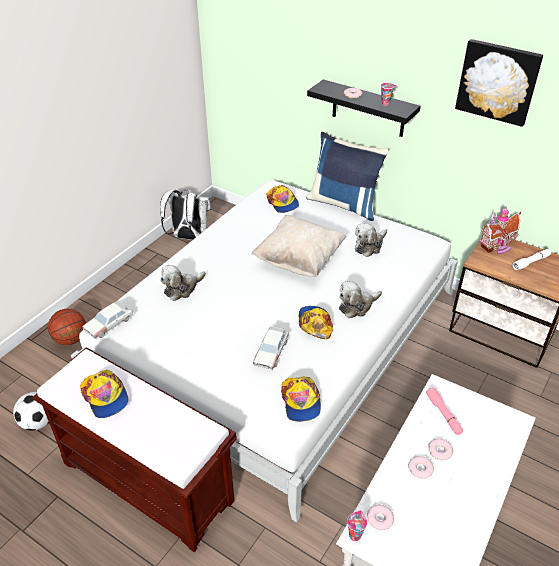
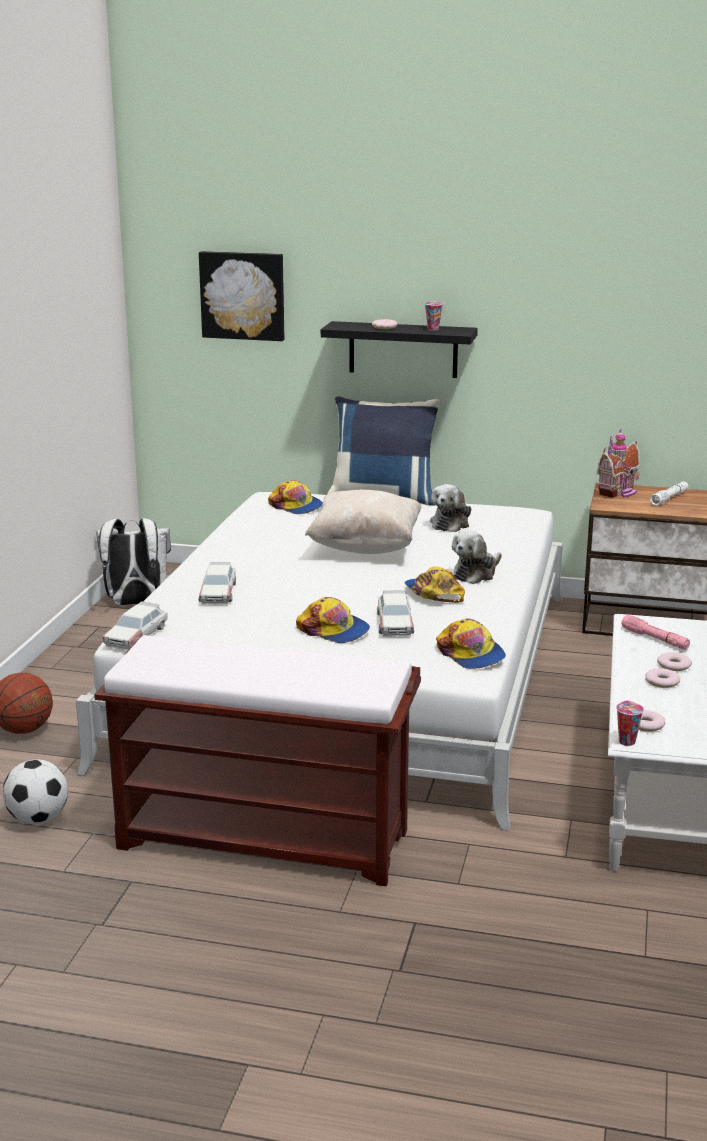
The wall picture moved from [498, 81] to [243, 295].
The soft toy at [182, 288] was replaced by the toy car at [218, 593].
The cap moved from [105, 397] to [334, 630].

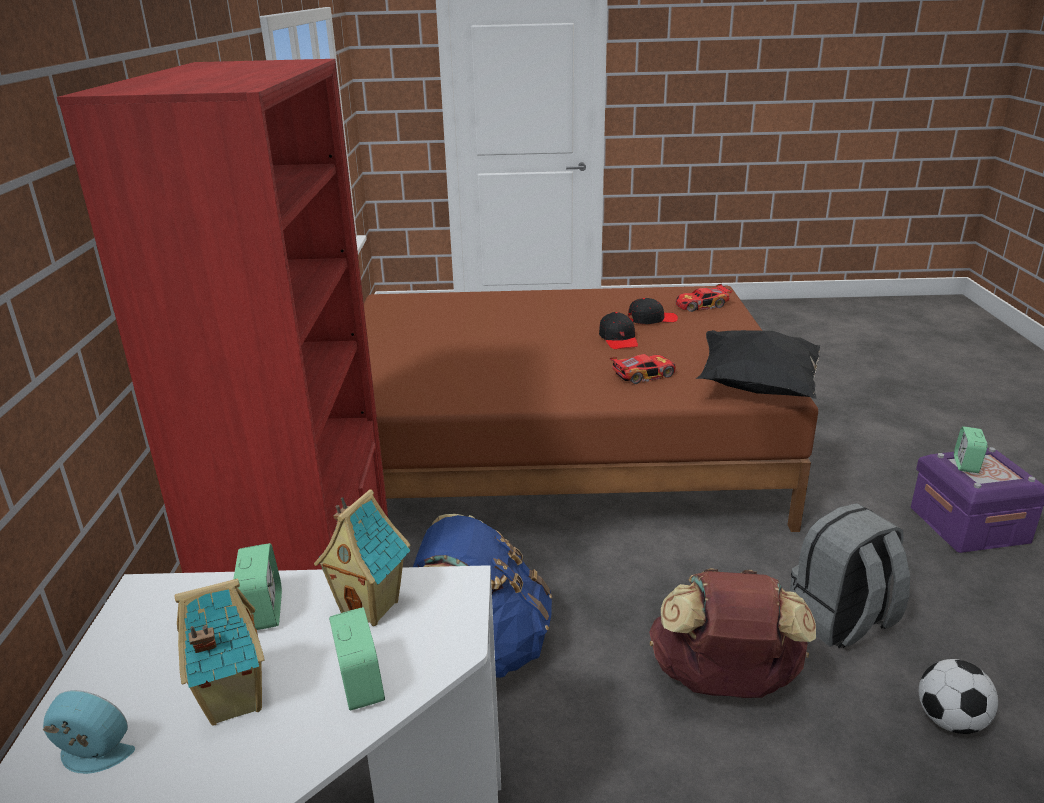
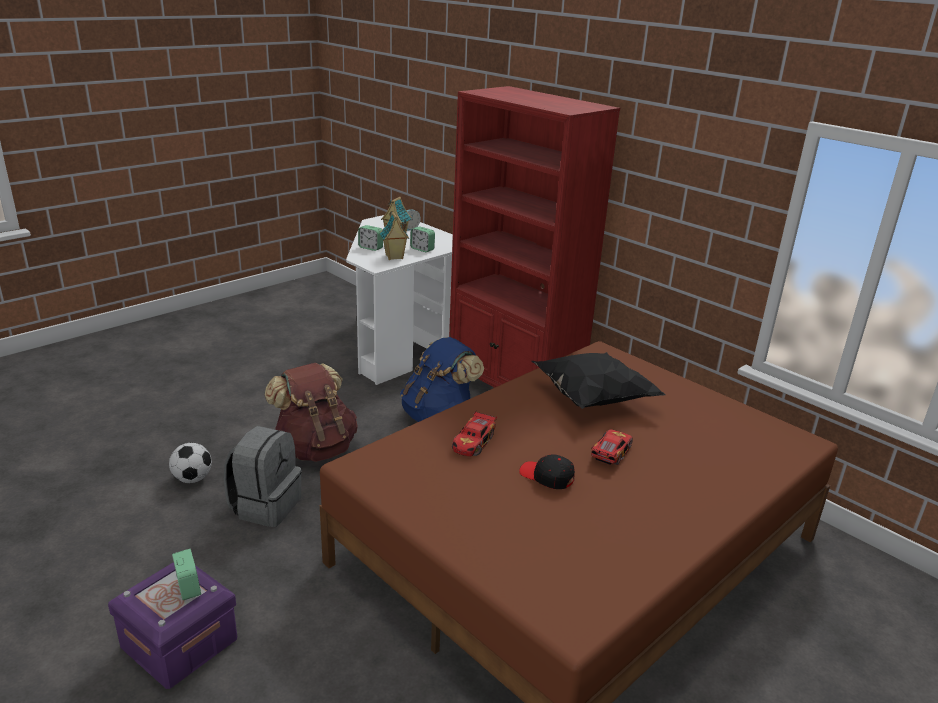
The toy car moved from [702, 306] to [610, 452].
The cap in black-coloured at [651, 319] disappeared.
The pillow in black-coloured moved from [756, 390] to [591, 399].

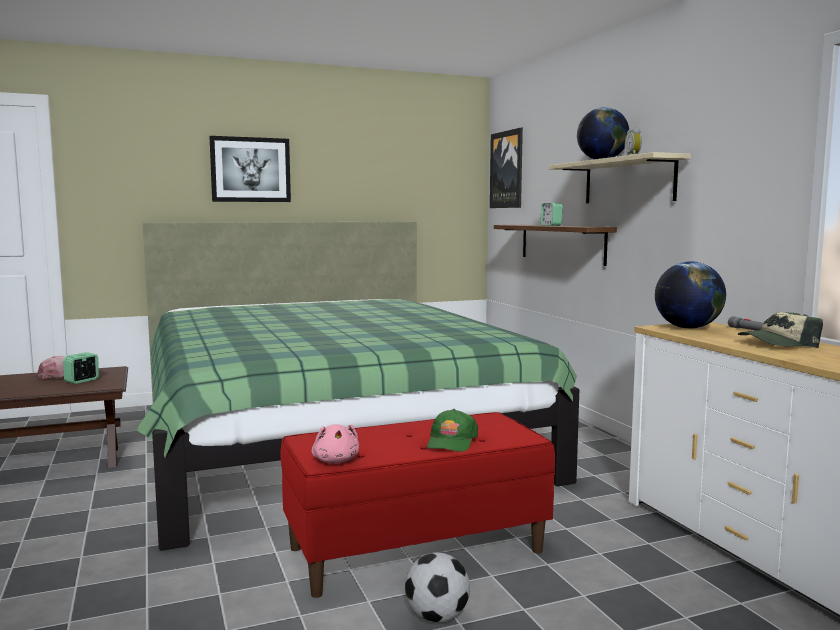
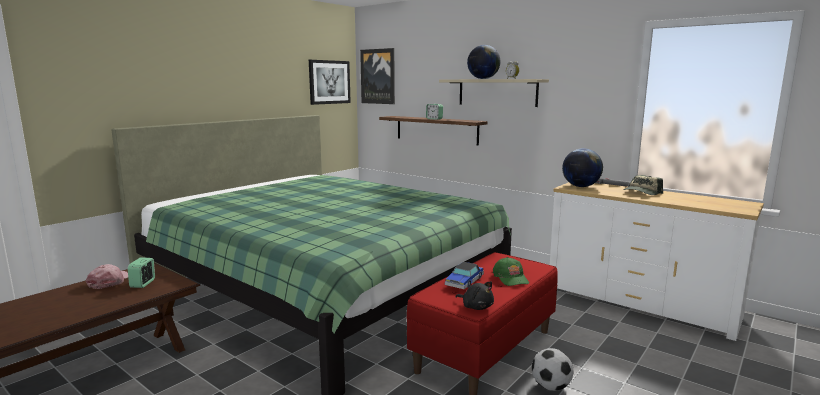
The wall picture moved from [250, 169] to [329, 82].
The soft toy in pink at [336, 460] became the soft toy in black-coloured at [476, 307].
The toy car at [464, 281] appeared.

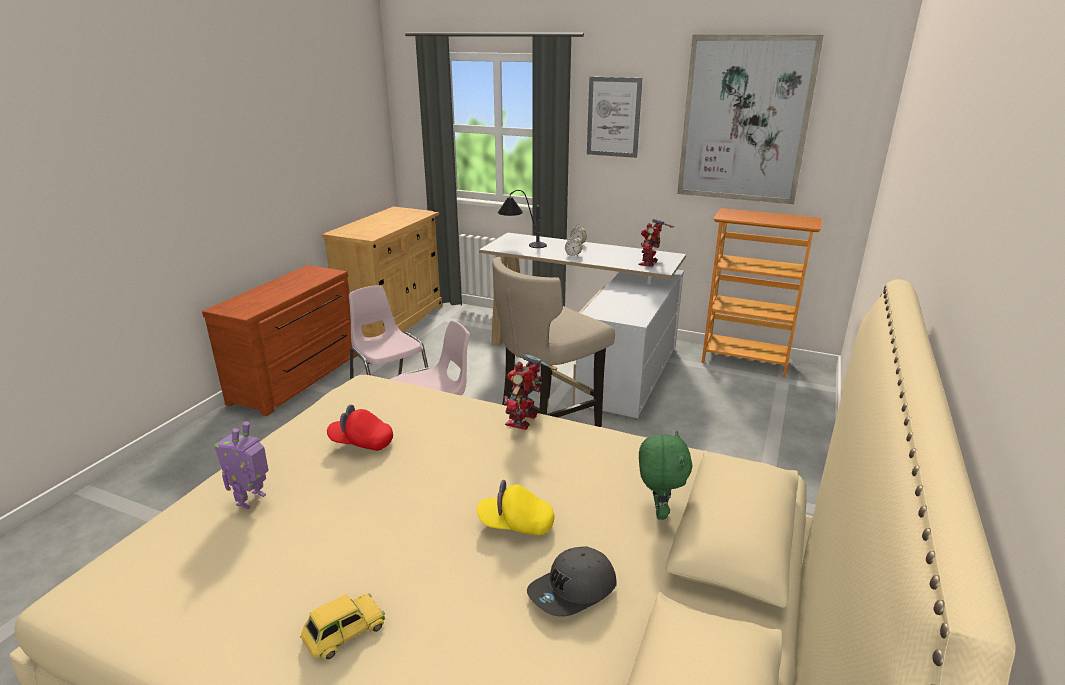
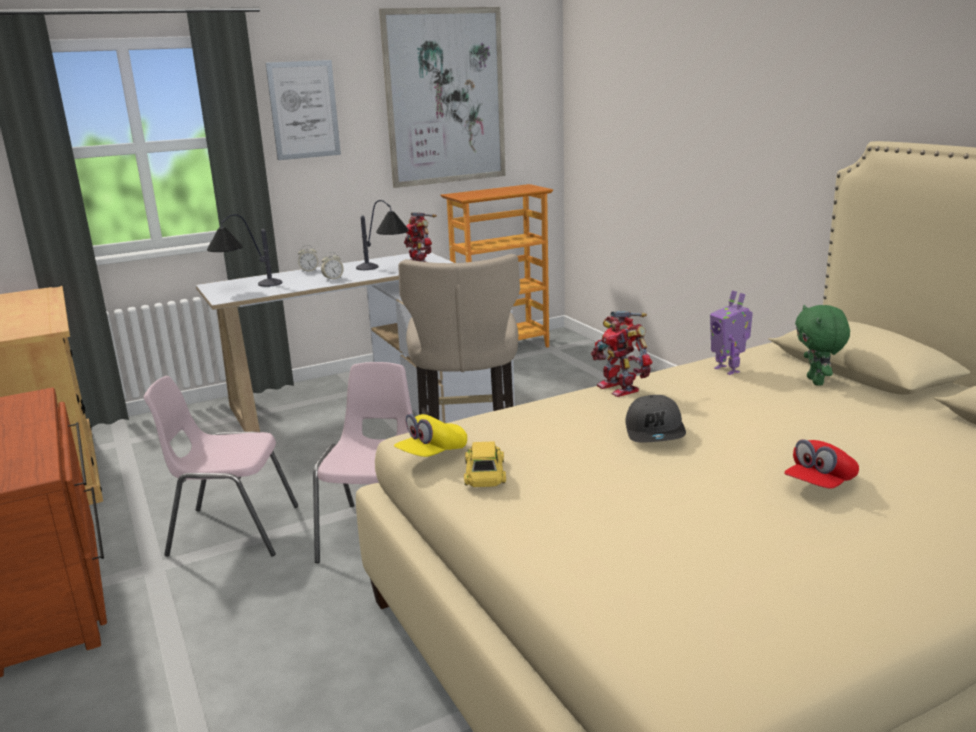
The cap in red moved from [361, 442] to [820, 484].
The model robot moved from [252, 500] to [728, 370].
The soft toy in green at [658, 511] turned 135 degrees counterclockwise.
The cap in yellowish moved from [516, 524] to [432, 454].
The cap in gray moved from [573, 591] to [655, 432].
The toy car in yellowish moved from [343, 631] to [485, 473].
The table lamp at [385, 269] appeared.

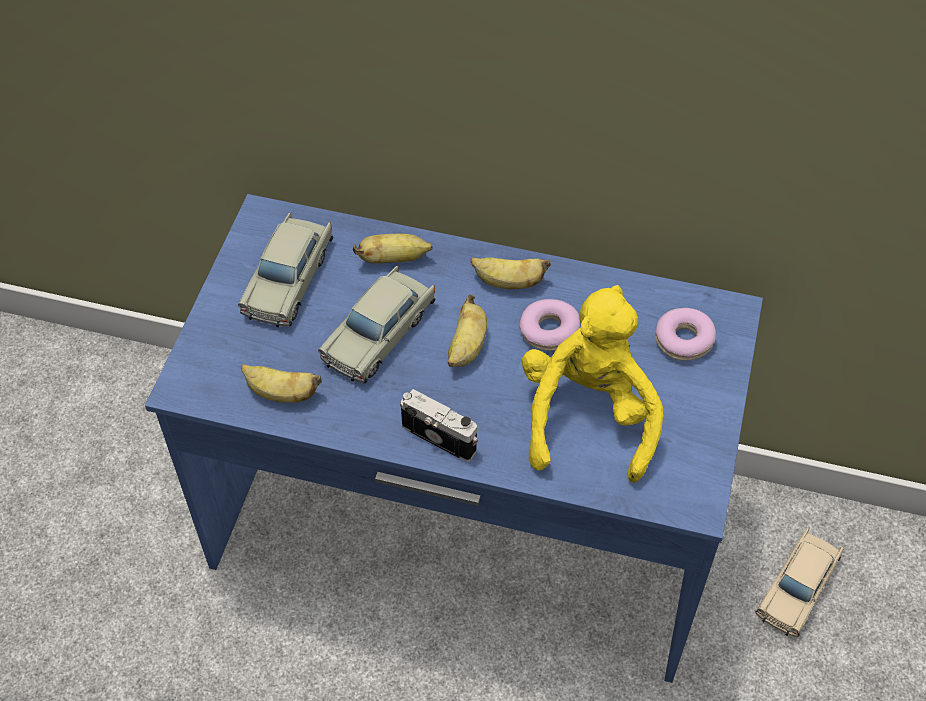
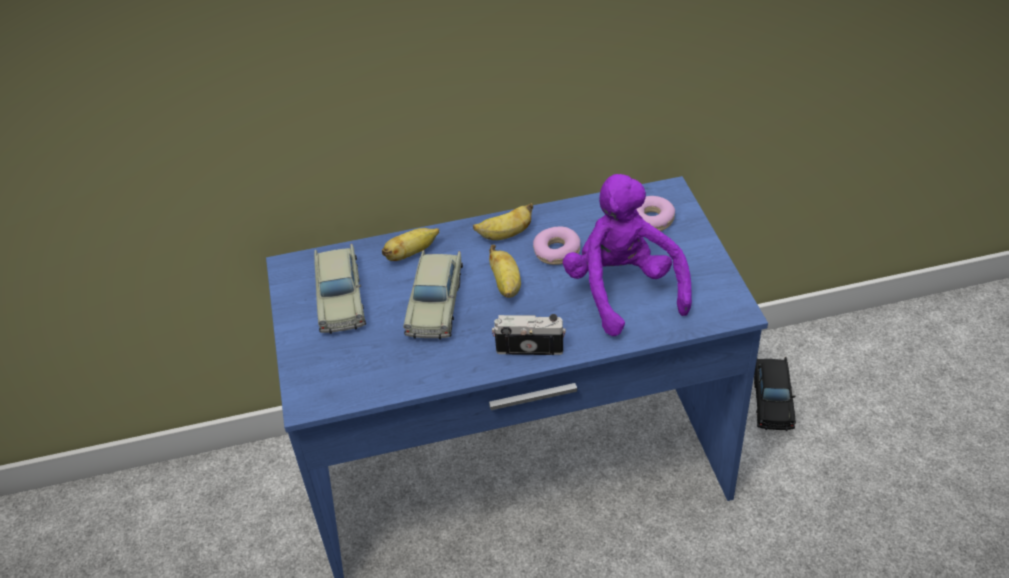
The soft toy in yellowish at [588, 415] became the soft toy in purple-coloured at [623, 290].
The banana fruit at [281, 393] disappeared.
The toy car in beige at [797, 588] became the toy car in black-coloured at [772, 399].

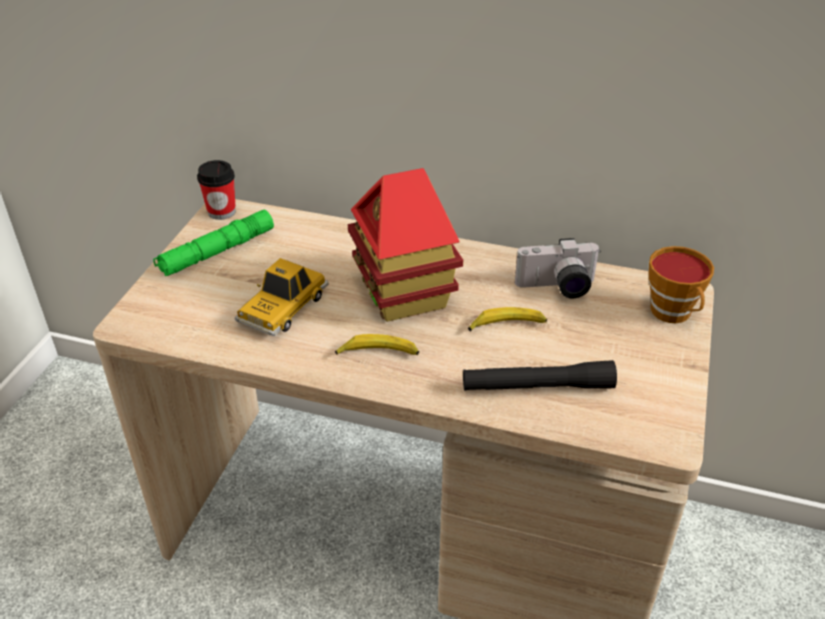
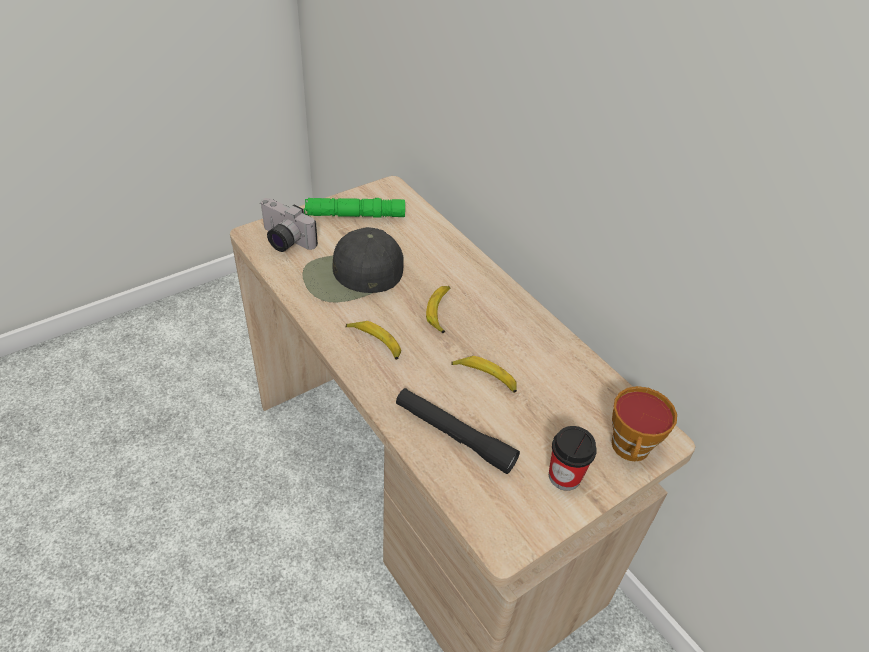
The small cup moved from [221, 212] to [564, 476].
The miniature house at [404, 294] was replaced by the banana fruit at [440, 312].
The still camera moved from [557, 288] to [283, 241].
The toy car at [283, 308] was replaced by the cap in black-coloured at [352, 276].

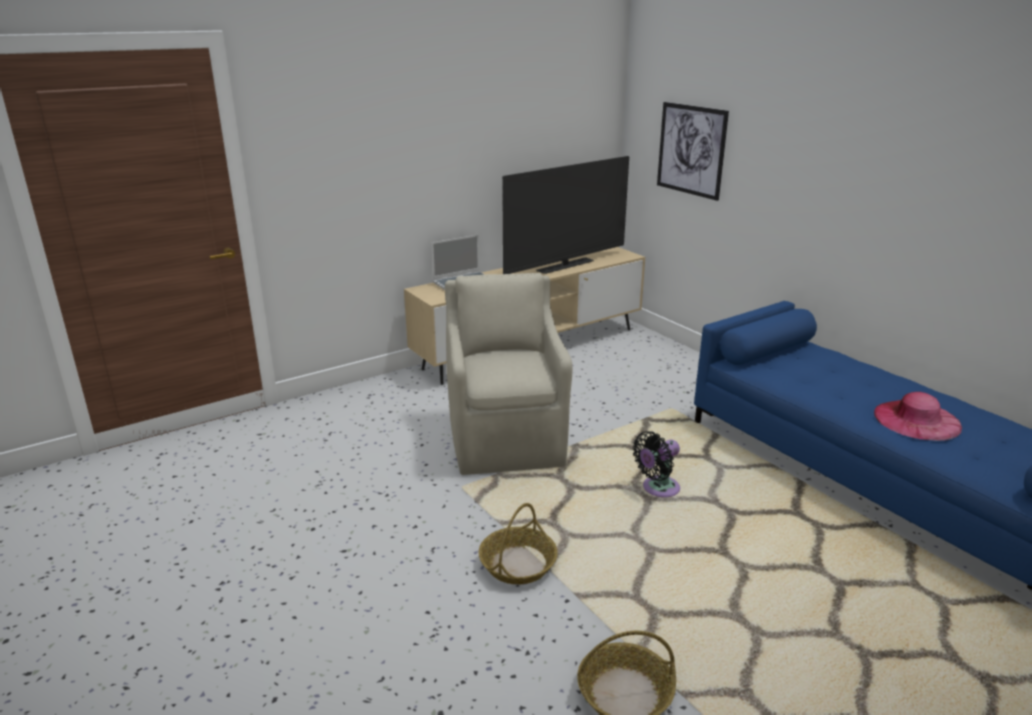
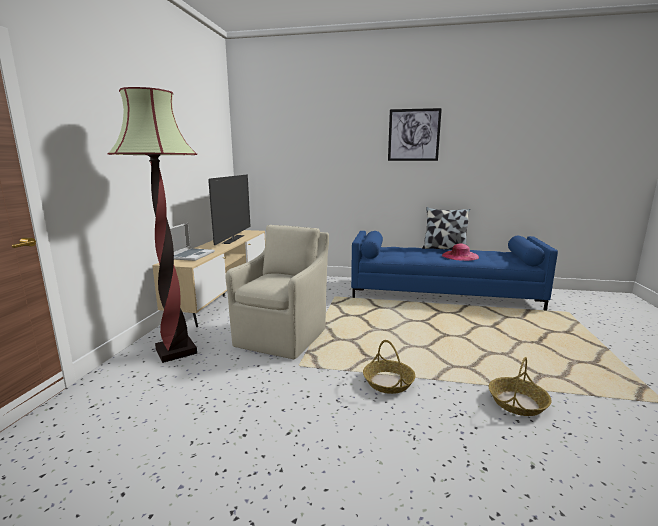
The wall picture moved from [691, 150] to [413, 135].
The lounge chair in beige at [506, 440] turned 75 degrees clockwise.
The cooling fan in black-coloured at [657, 489] disappeared.
The standard lamp at [176, 351] appeared.
The pillow at [444, 248] appeared.

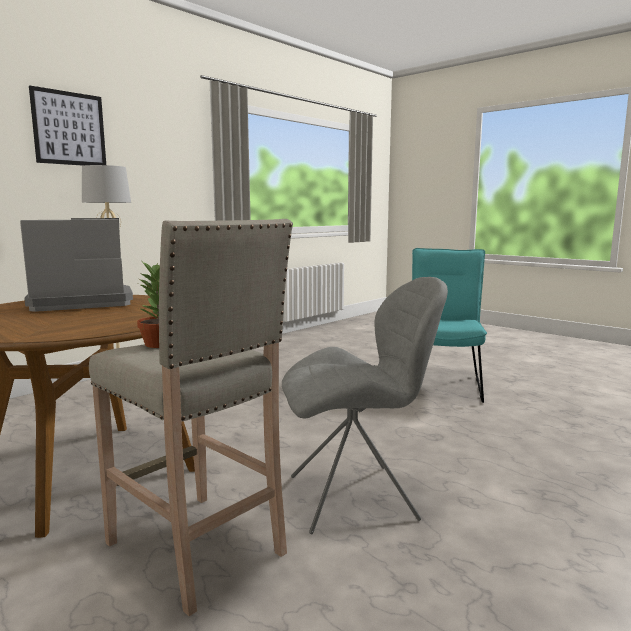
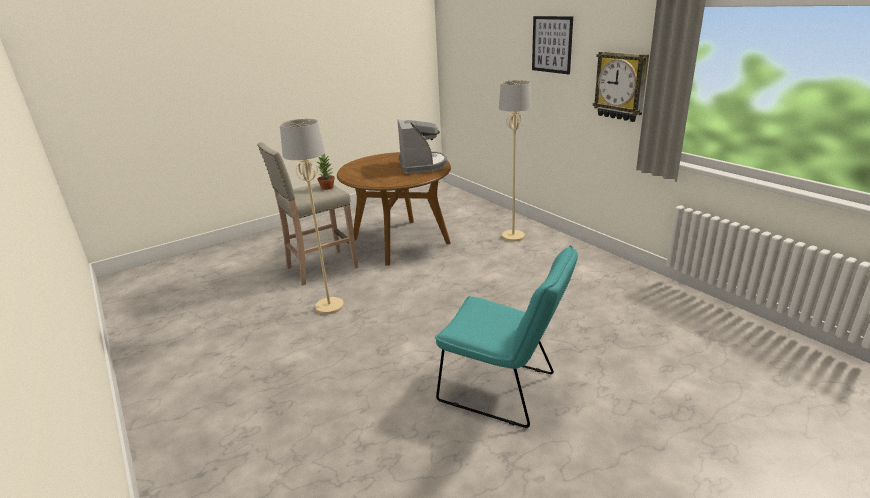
The chair in gray at [357, 497] was replaced by the standard lamp in beige at [329, 306].
The hanging clock at [621, 86] appeared.

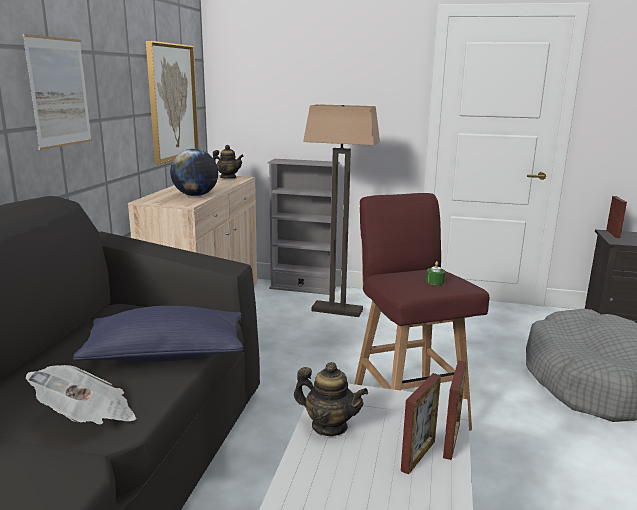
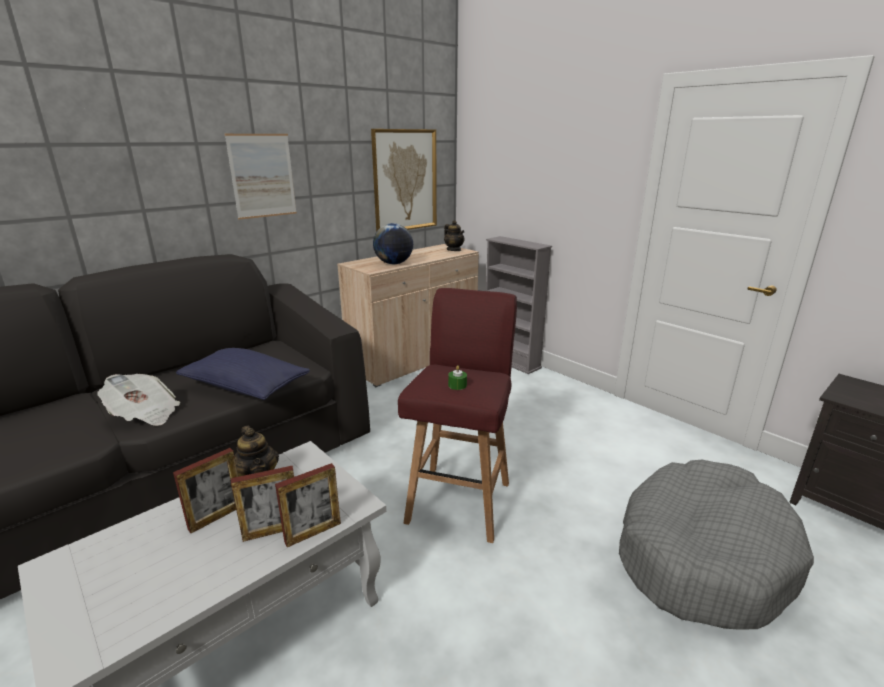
The standard lamp at [337, 310] disappeared.
The photo frame moved from [612, 234] to [216, 517].

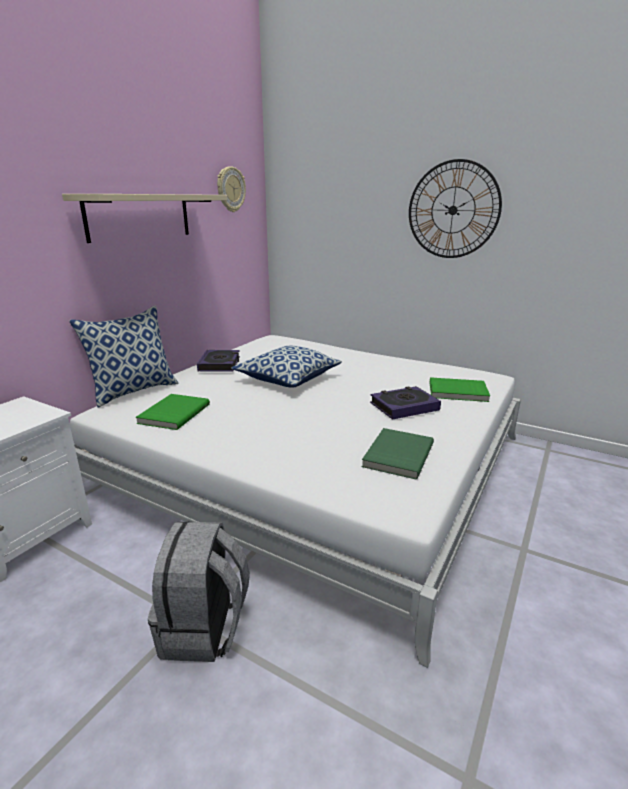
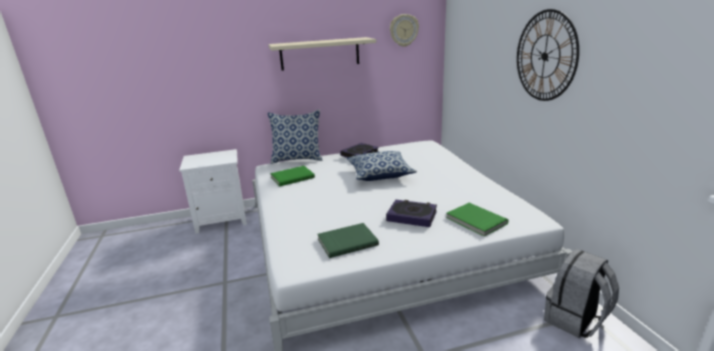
The rucksack in gray moved from [204, 629] to [575, 320].

